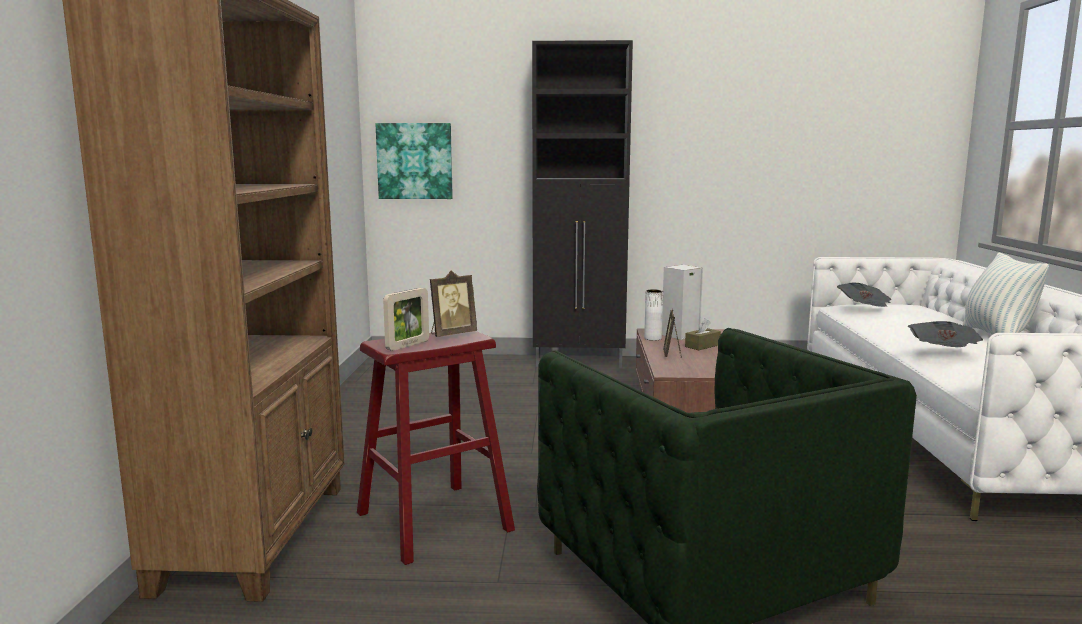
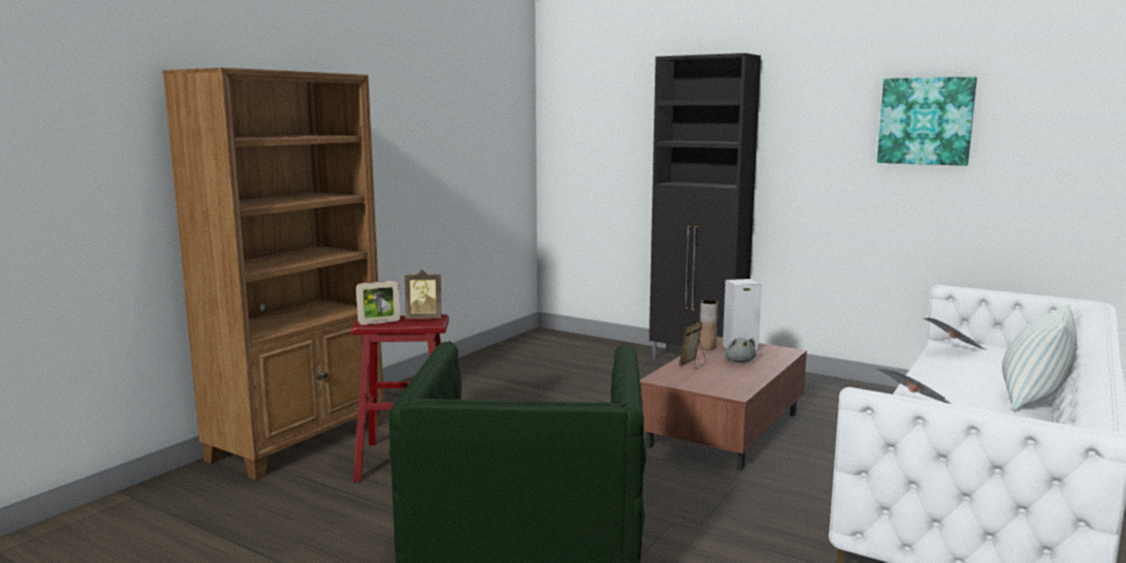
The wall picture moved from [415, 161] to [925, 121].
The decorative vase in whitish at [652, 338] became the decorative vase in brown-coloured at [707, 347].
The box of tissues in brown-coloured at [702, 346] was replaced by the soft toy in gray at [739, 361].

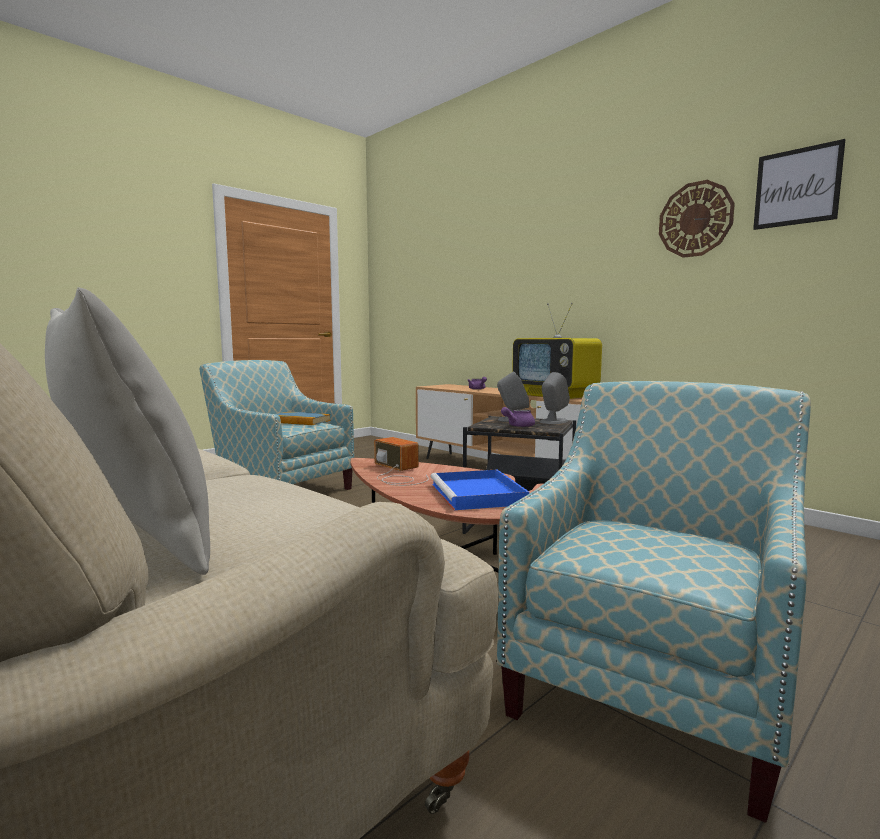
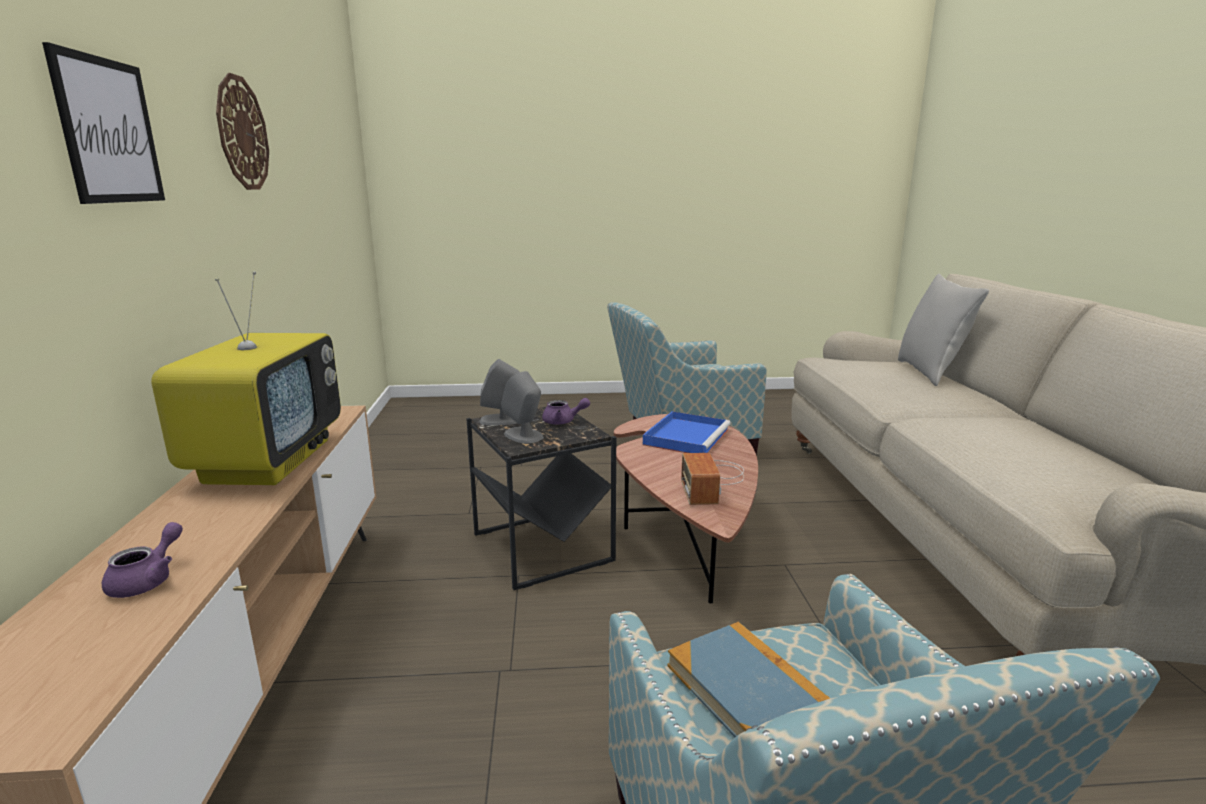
The wall picture moved from [797, 187] to [109, 131].

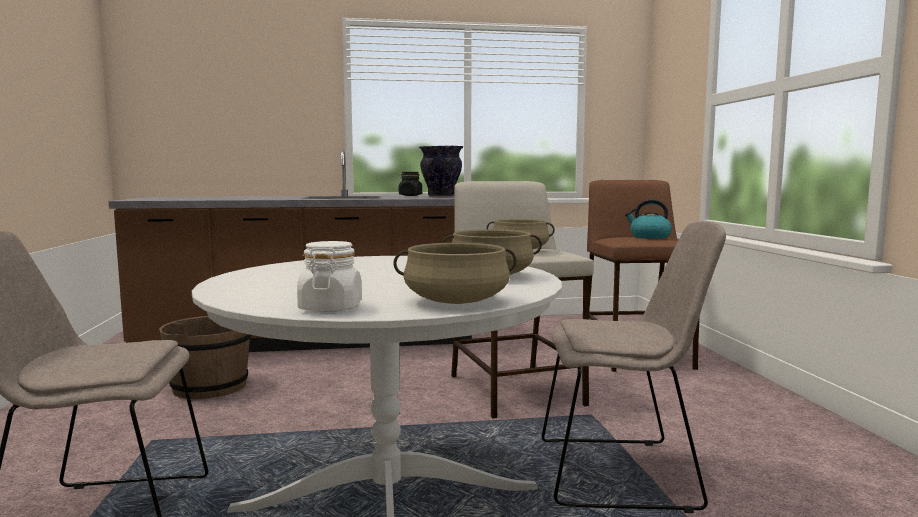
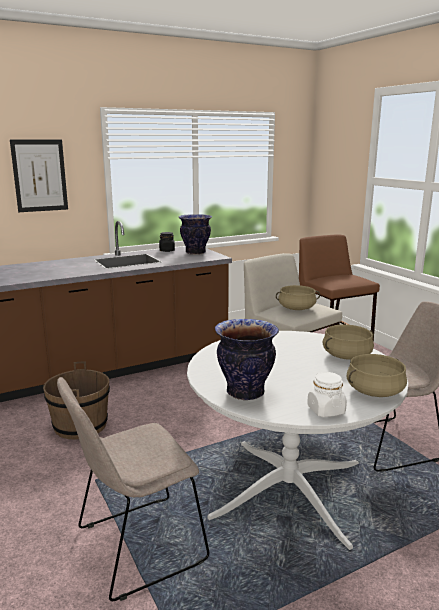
The water kettle at [649, 237] disappeared.
The wall picture at [40, 175] appeared.
The decorative vase at [246, 392] appeared.

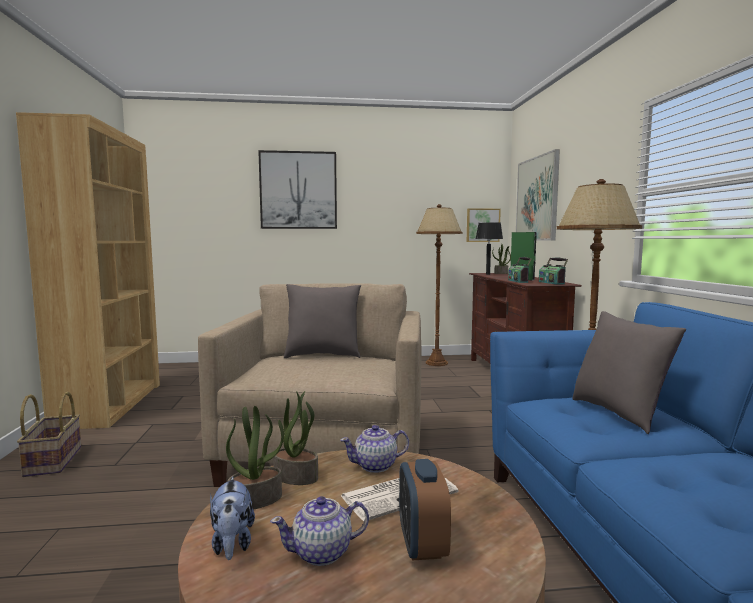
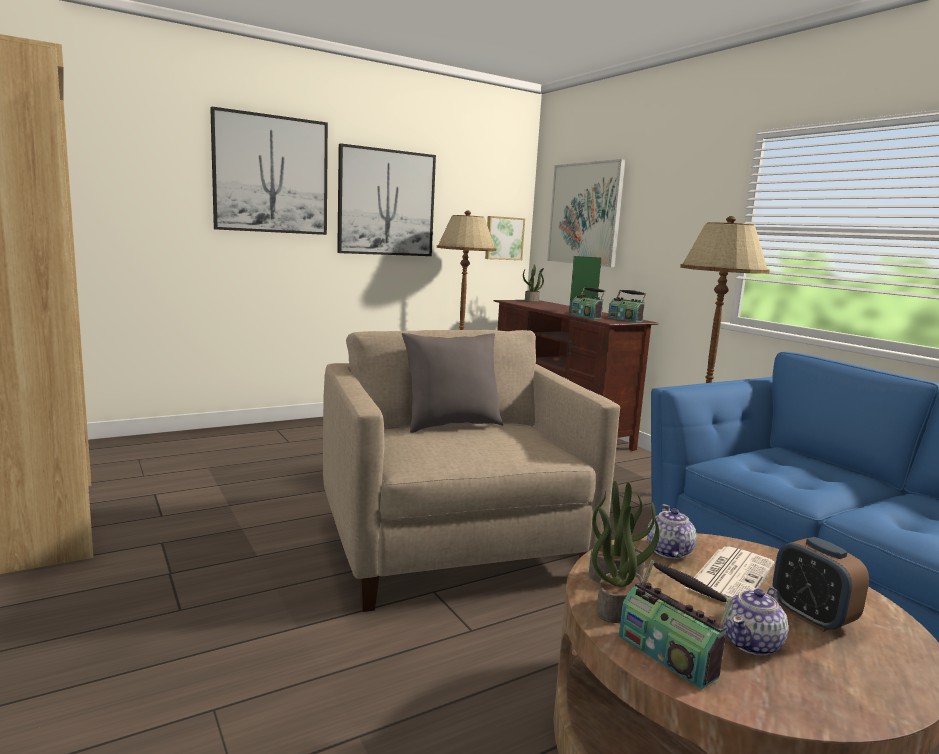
The table lamp in black-coloured at [488, 274] disappeared.
The pillow in gray at [619, 413] disappeared.
The household basket at [52, 461] disappeared.
The tea pot at [376, 466] turned 135 degrees clockwise.
The soft toy at [232, 544] was replaced by the radio receiver at [668, 655].
The wall picture at [386, 203] appeared.

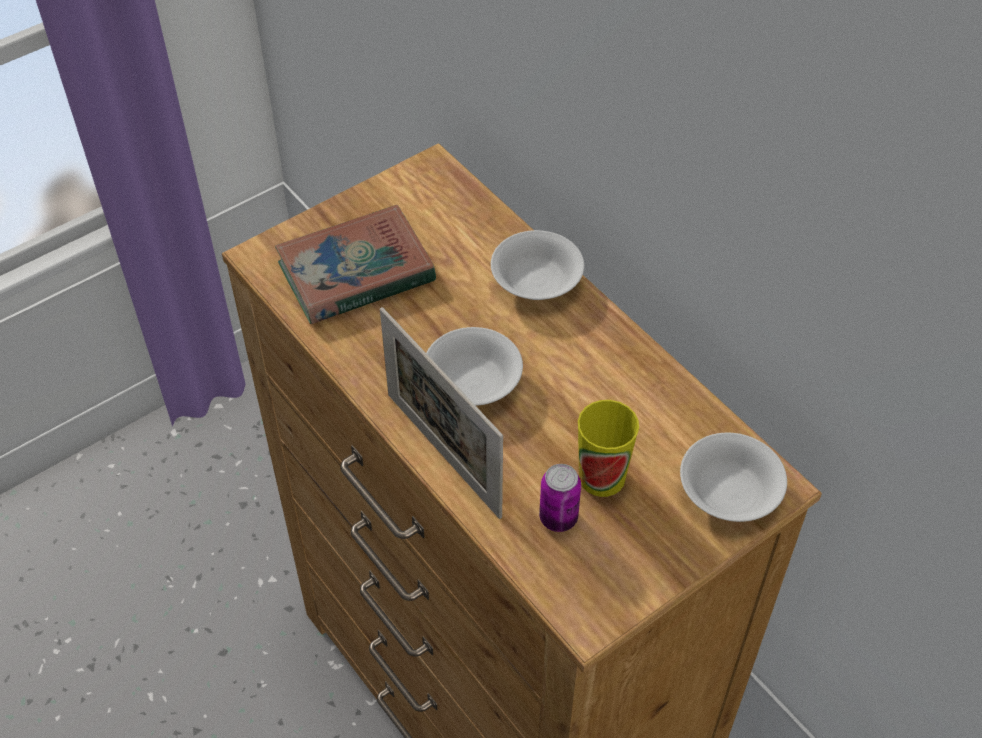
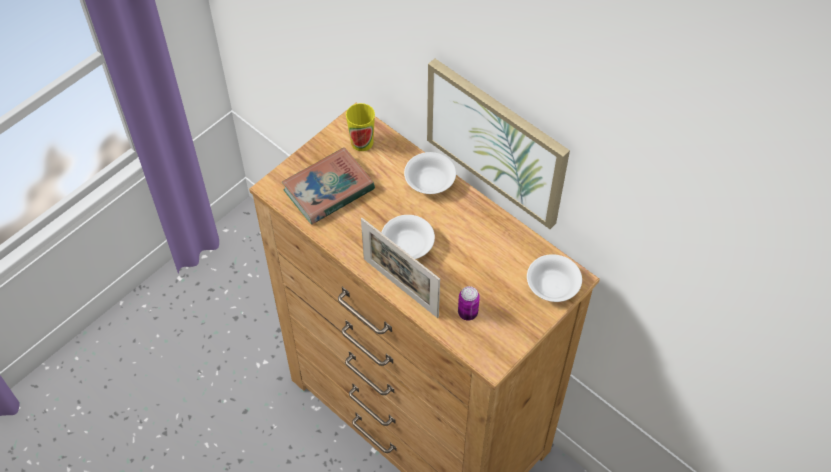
The small cup moved from [602, 477] to [362, 142].
The wall picture at [496, 142] appeared.

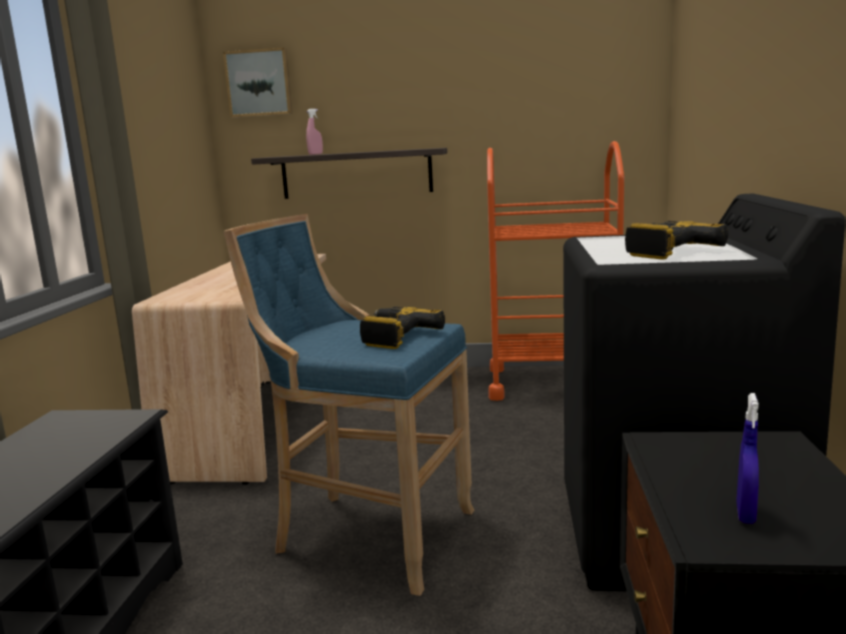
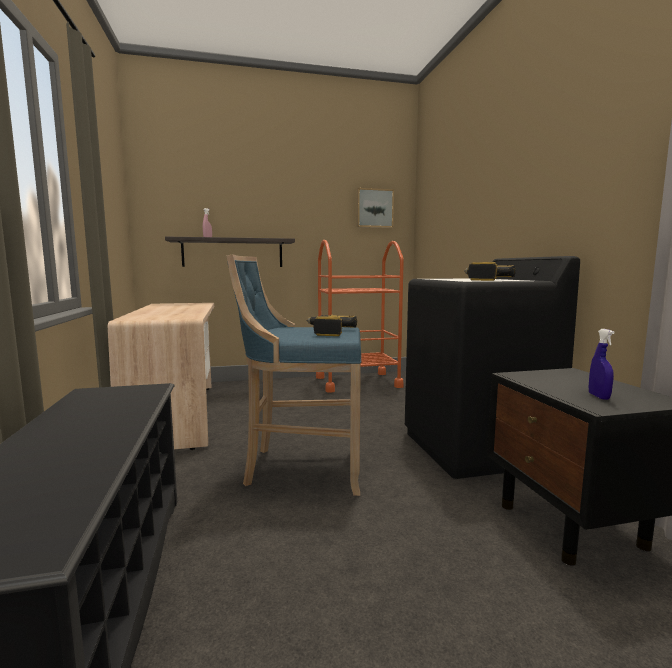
The wall picture moved from [259, 83] to [374, 208].

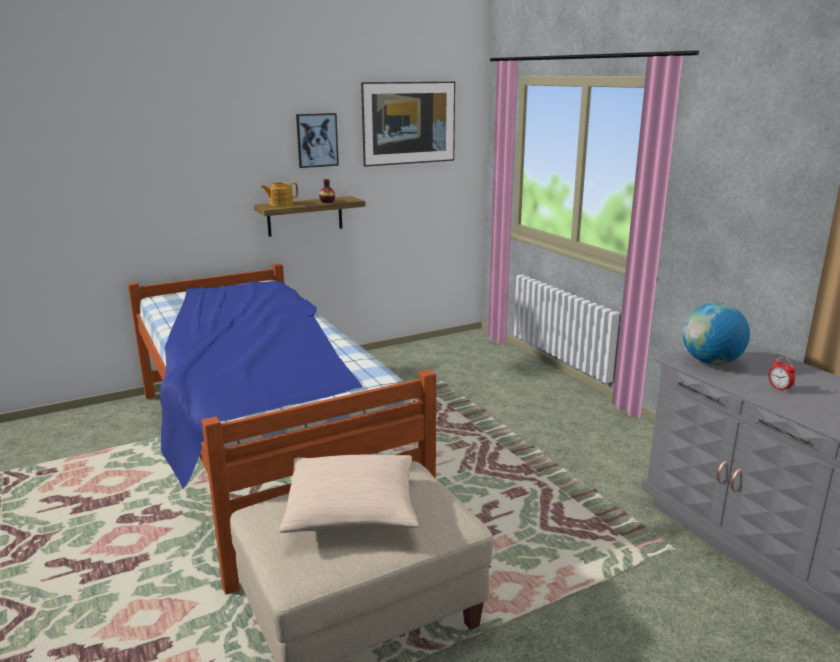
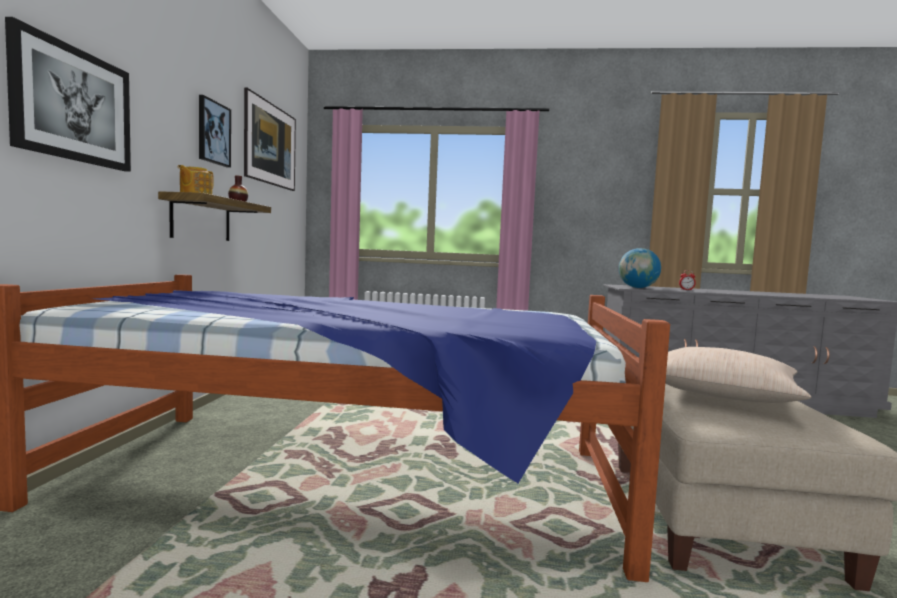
The wall picture at [73, 105] appeared.

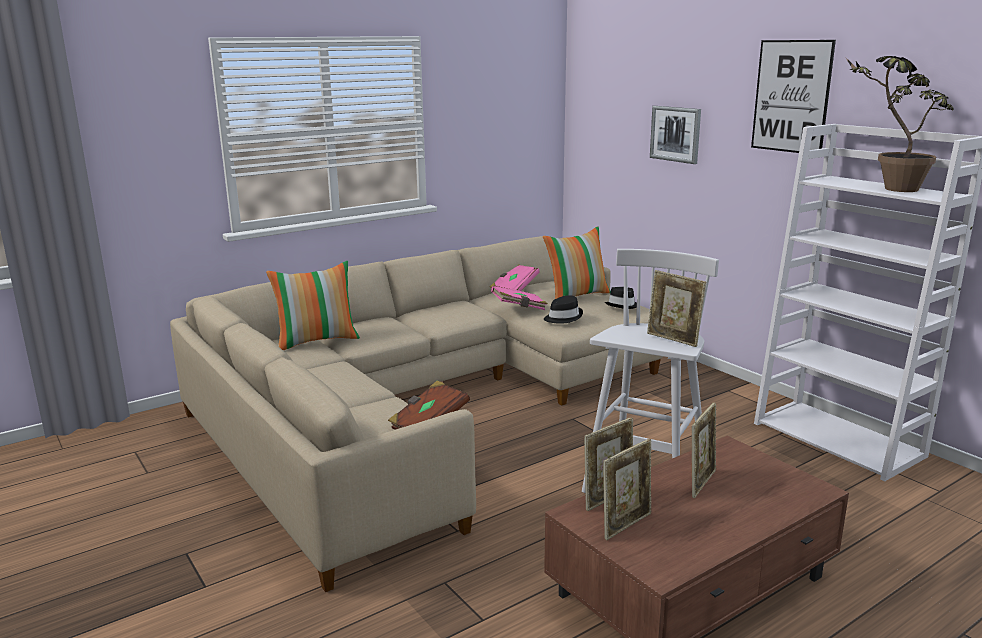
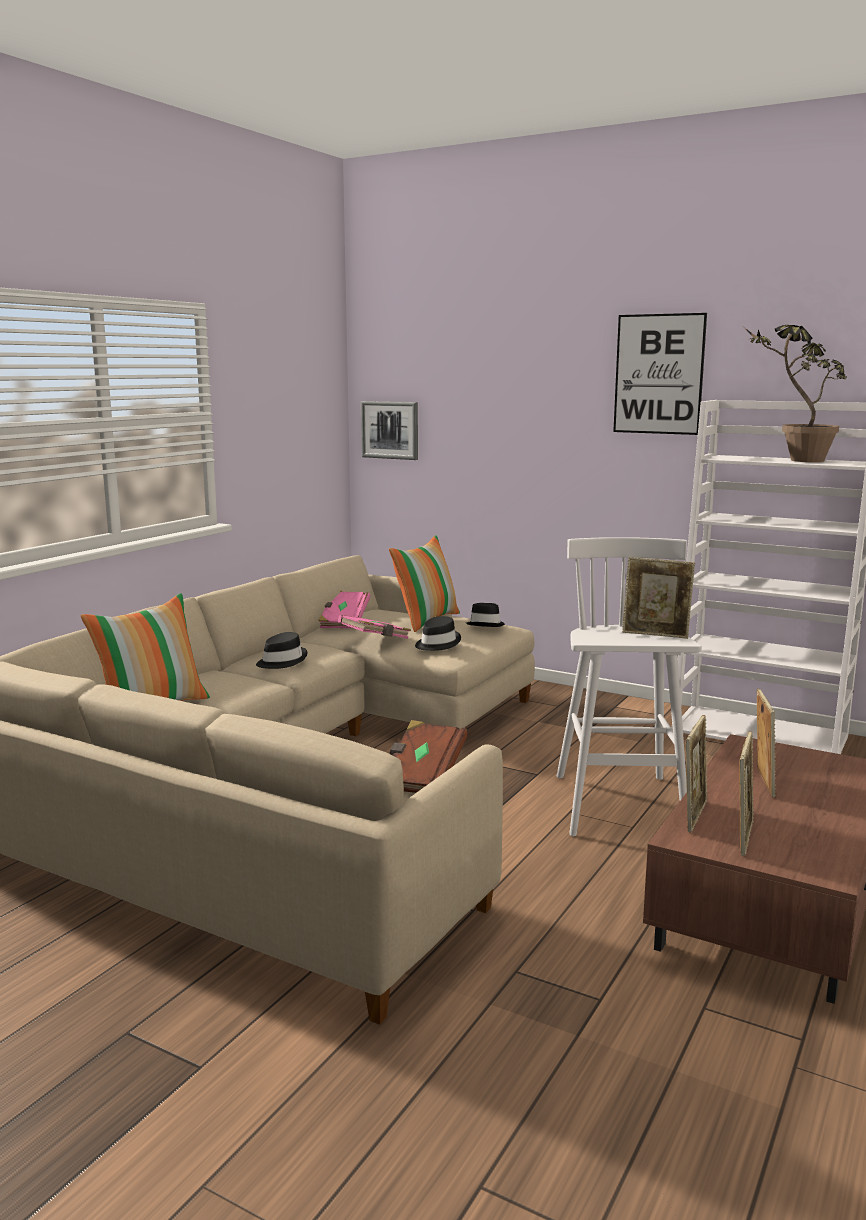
The wall picture moved from [675, 134] to [390, 430].
The wearable hat in black-coloured at [281, 661] appeared.

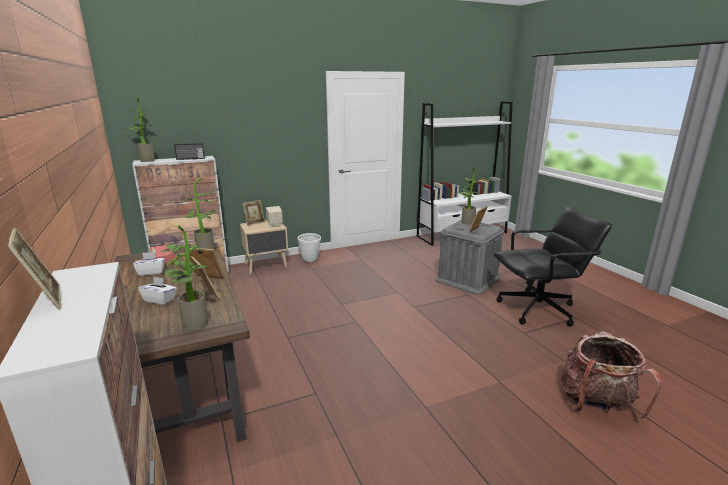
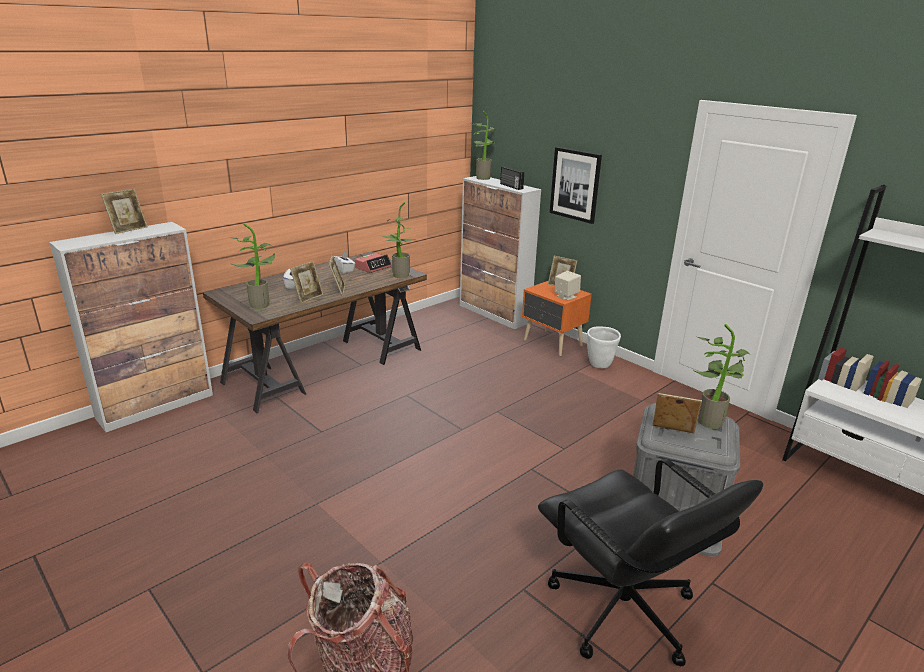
The bedside table in beige at [266, 266] became the bedside table in orange at [552, 343].
The wall picture at [575, 184] appeared.

